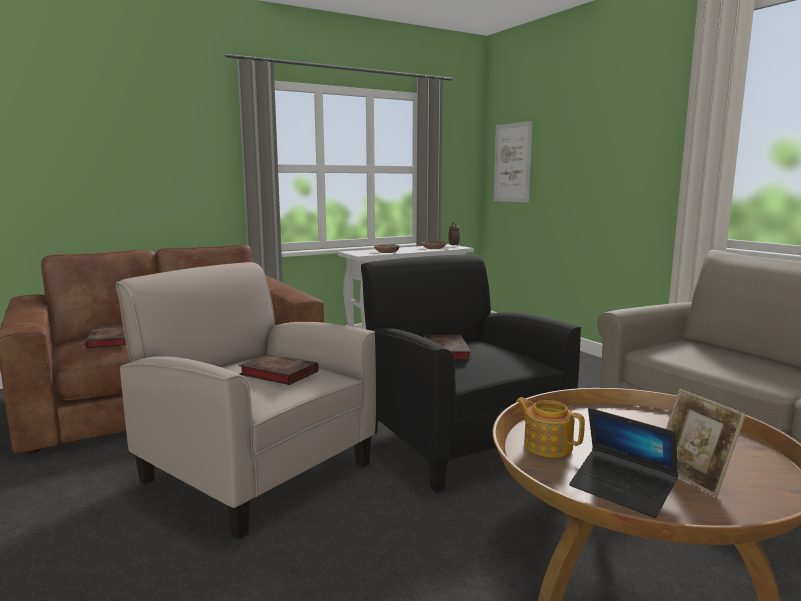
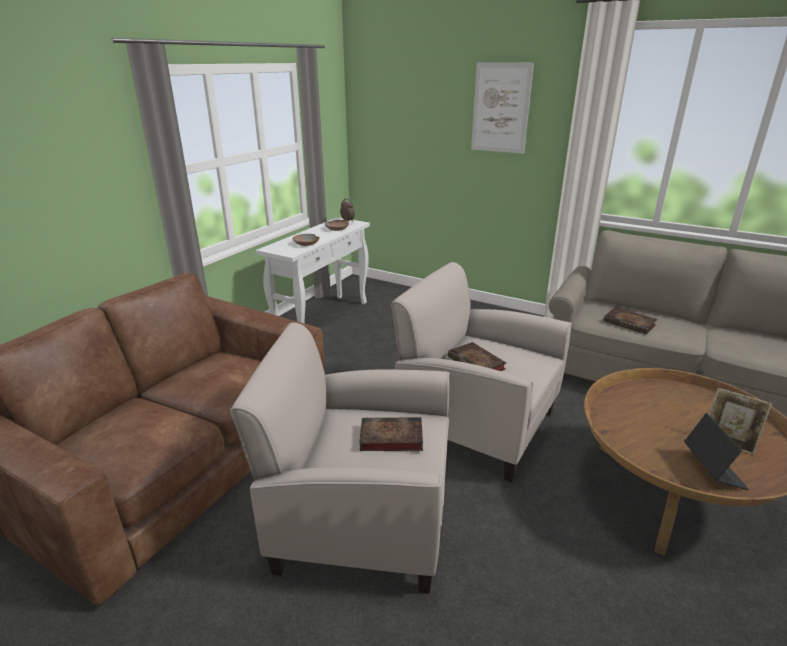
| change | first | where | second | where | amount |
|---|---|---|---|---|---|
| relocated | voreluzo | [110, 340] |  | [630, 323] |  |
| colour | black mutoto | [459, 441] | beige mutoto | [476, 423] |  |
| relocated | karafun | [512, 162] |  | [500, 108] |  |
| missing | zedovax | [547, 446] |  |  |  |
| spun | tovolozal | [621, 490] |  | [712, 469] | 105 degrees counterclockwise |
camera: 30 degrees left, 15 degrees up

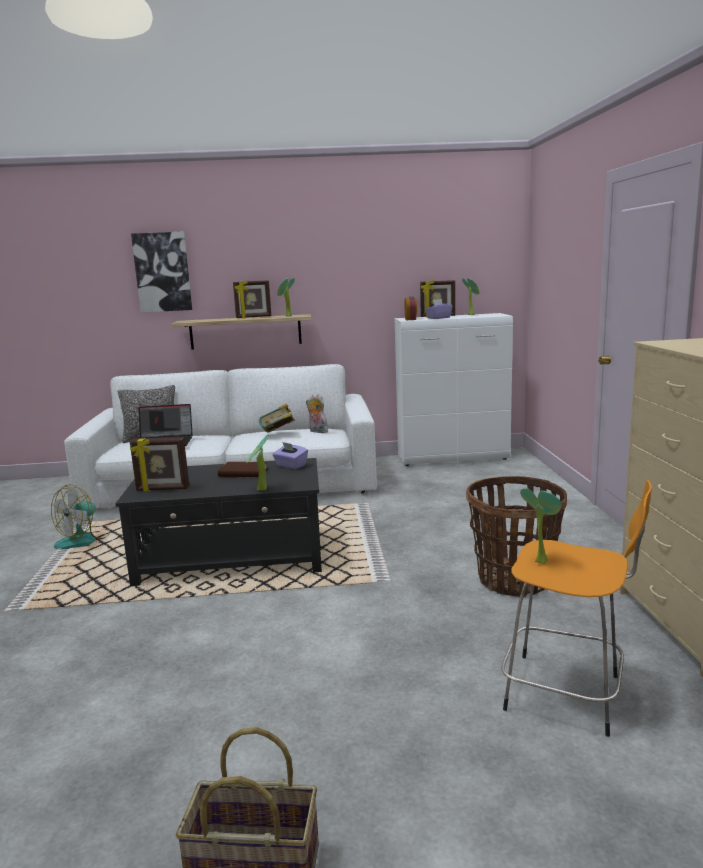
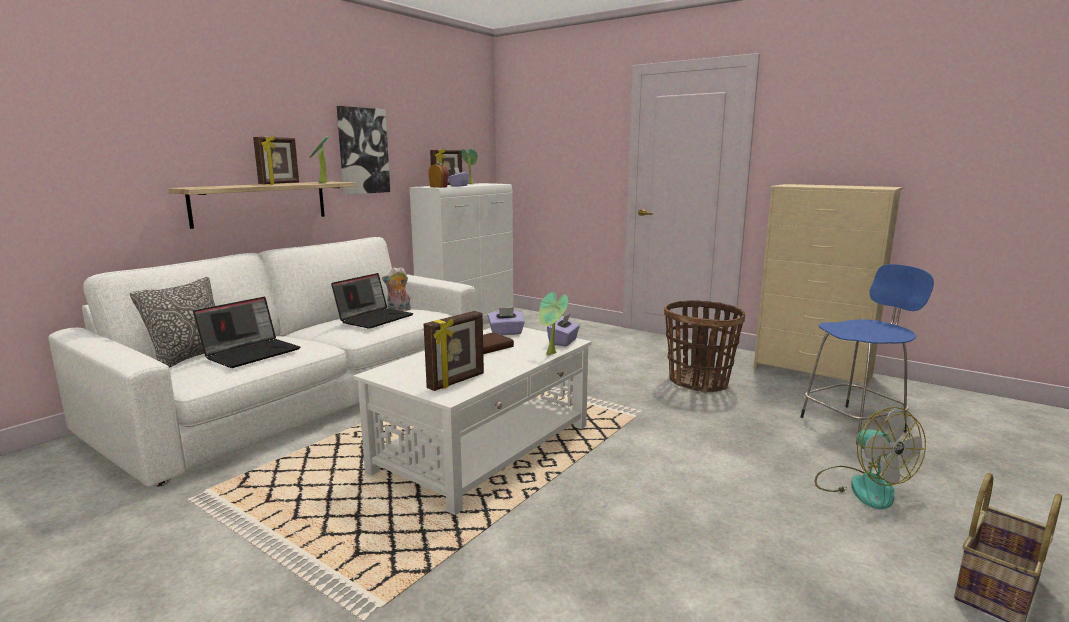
| change | first | where | second | where | amount |
|---|---|---|---|---|---|
| relocated | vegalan | [84, 540] |  | [861, 486] |  |
| colour | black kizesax | [233, 557] | white kizesax | [485, 448] |  |
| relocated | karafun | [162, 272] |  | [363, 151] |  |
| exchanged | voreluzo | [278, 434] | tovolozal | [375, 318] |  |
| colour | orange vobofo | [567, 694] | blue vobofo | [854, 423] |  |
| missing | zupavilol | [540, 560] |  |  |  |
| appeared |  |  | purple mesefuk | [563, 342] |  |
camera: 50 degrees left, 0 degrees up

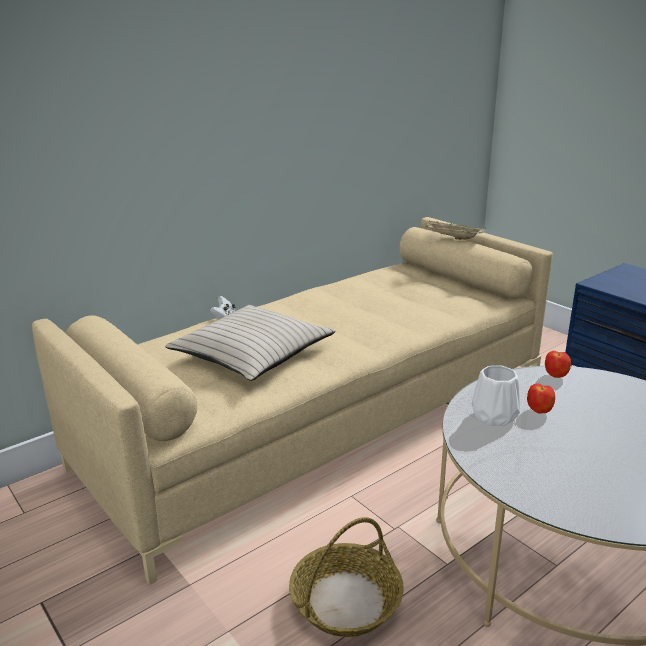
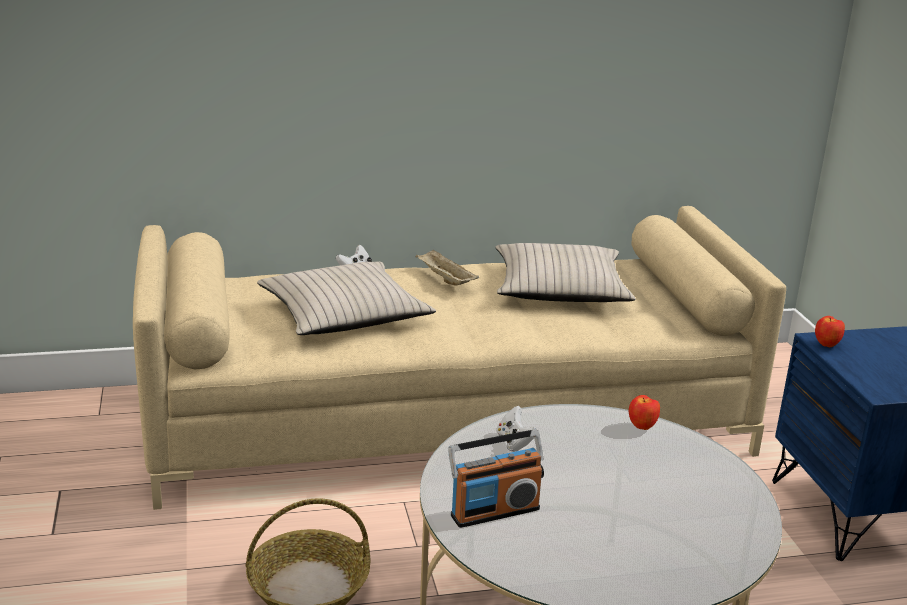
| change | first | where | second | where | amount |
|---|---|---|---|---|---|
| relocated | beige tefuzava | [452, 238] |  | [445, 279] |  |
| exchanged | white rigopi | [493, 416] | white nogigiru | [514, 442] |  |
| relocated | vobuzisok | [539, 411] |  | [827, 345] |  |
| appeared |  |  | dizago | [494, 511] |  |
| appeared |  |  | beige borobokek | [559, 289] |  |
camera: 25 degrees right, 0 degrees up

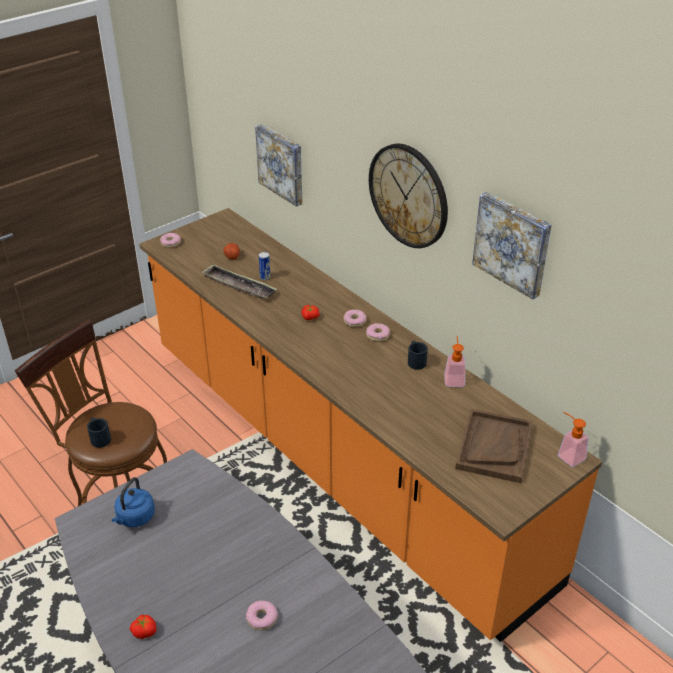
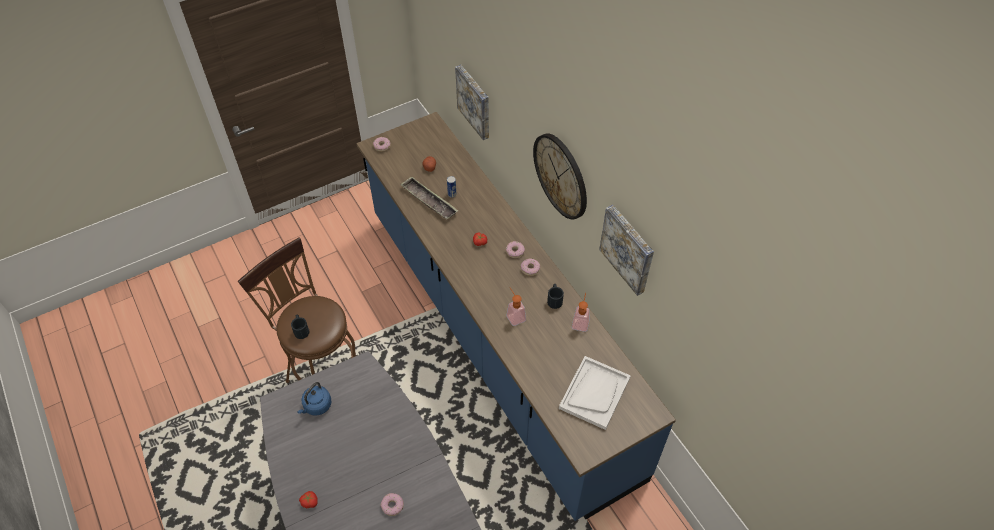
| change | first | where | second | where | amount |
|---|---|---|---|---|---|
| colour | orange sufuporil | [336, 457] | blue sufuporil | [497, 338] |  |
| colour | brown tefuzava | [494, 447] | white tefuzava | [594, 393] |  |
| relocated | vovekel | [567, 455] |  | [514, 315] |  |
camera: 10 degrees right, 15 degrees up

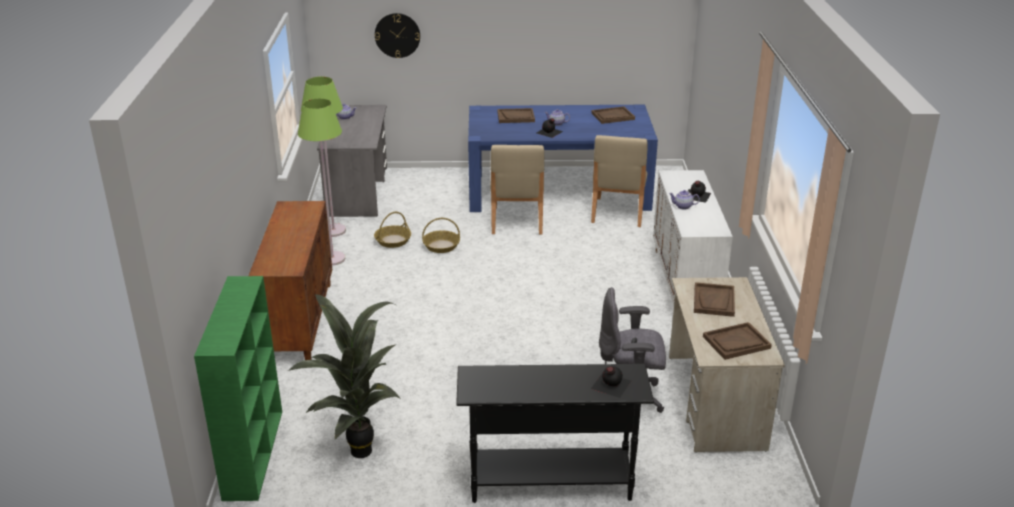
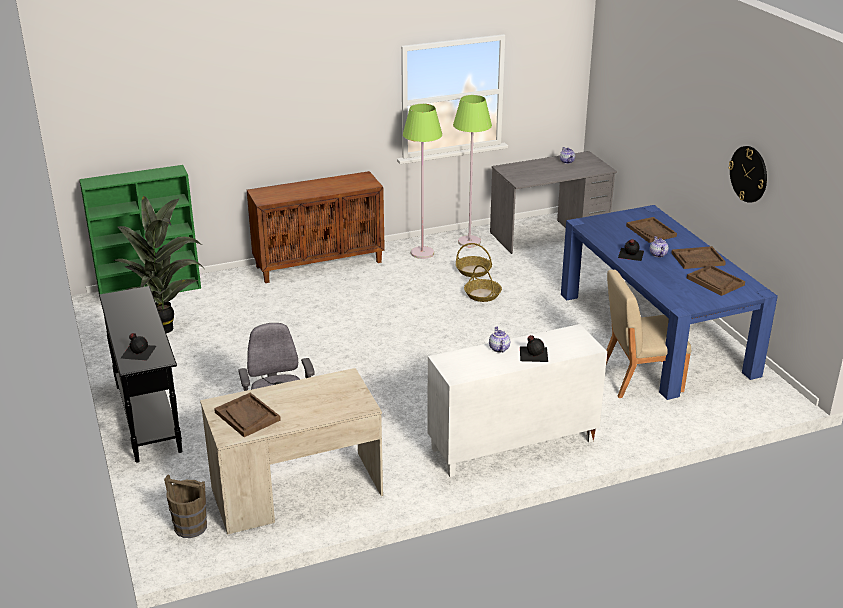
| change | first | where | second | where | amount |
|---|---|---|---|---|---|
| relocated | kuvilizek | [397, 35] |  | [749, 174] |  |
| missing | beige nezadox | [516, 221] |  |  |  |
| relocated | brown tefuzava | [714, 301] |  | [697, 259] |  |
| appeared |  |  | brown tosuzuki | [190, 527] |  |
camera: 70 degrees right, 0 degrees up

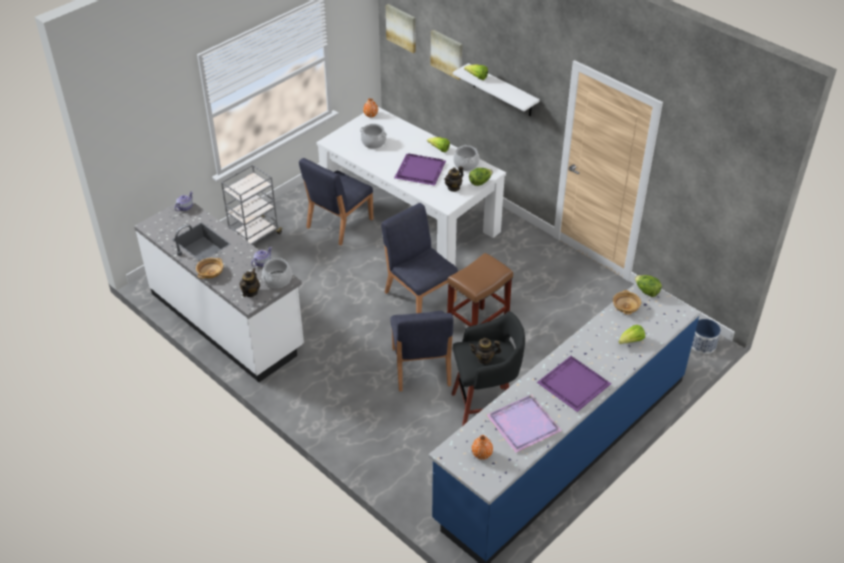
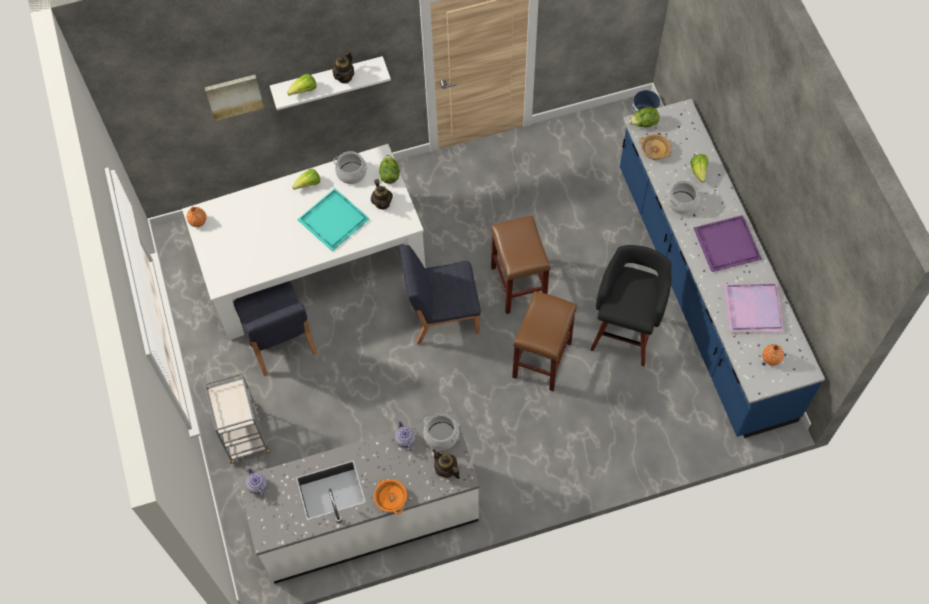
| change | first | where | second | where | amount |
|---|---|---|---|---|---|
| colour | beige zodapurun | [210, 273] | orange zodapurun | [390, 498] |  |
| relocated | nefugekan | [373, 142] |  | [681, 202] |  |
| missing | karafun | [401, 27] |  |  |  |
| exchanged | blue nezadox | [420, 367] | brown vobofo | [542, 361] |  |
| colour | purple tefuzava | [419, 170] | turquoise tefuzava | [332, 220] |  |
| relocated | zedovax | [484, 358] |  | [344, 77] |  |
camera: 60 degrees left, 20 degrees up

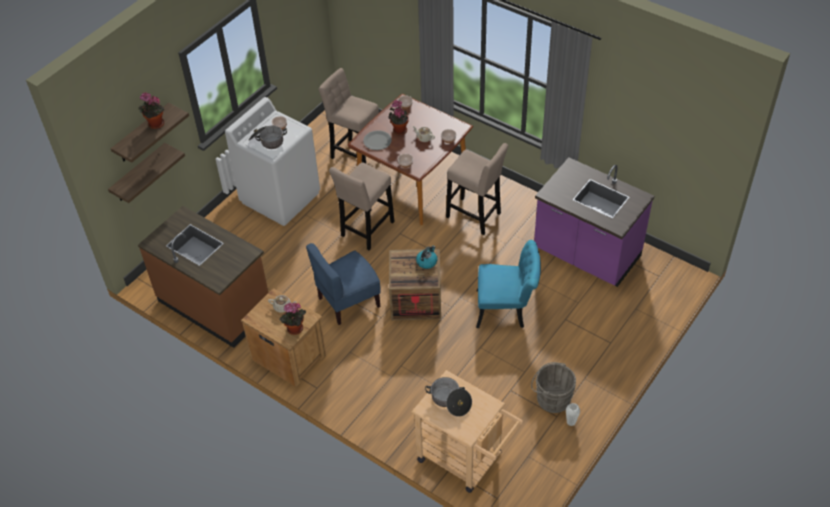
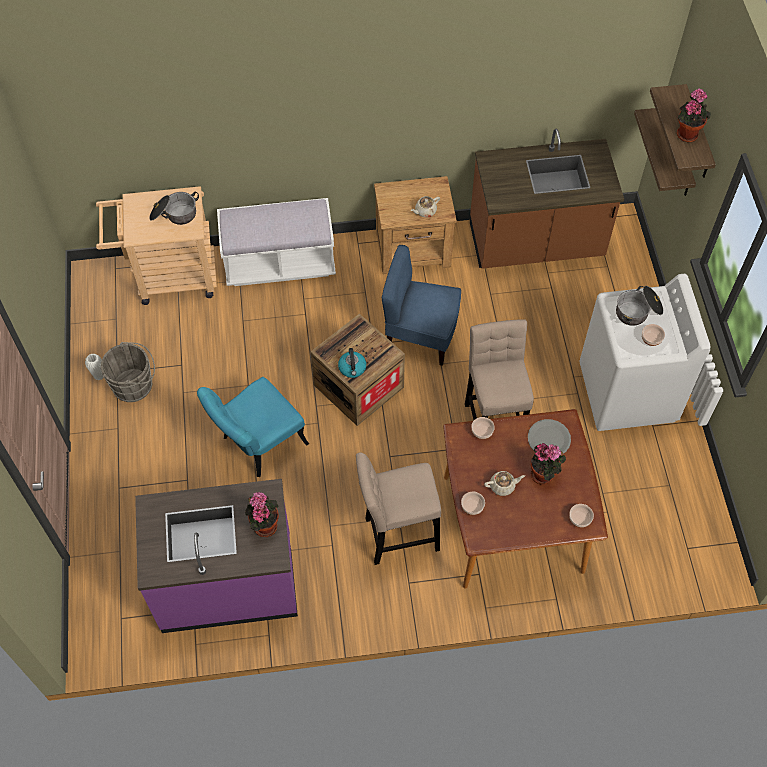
| change | first | where | second | where | amount |
|---|---|---|---|---|---|
| relocated | zupavilol | [294, 330] |  | [264, 525] |  |
| spun | blue nezadox | [348, 302] |  | [420, 335] | 90 degrees counterclockwise |
| missing | beige vobofo | [354, 155] |  |  |  |
| appeared |  |  | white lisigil | [279, 263] |  |
camera: 135 degrees right, 10 degrees up

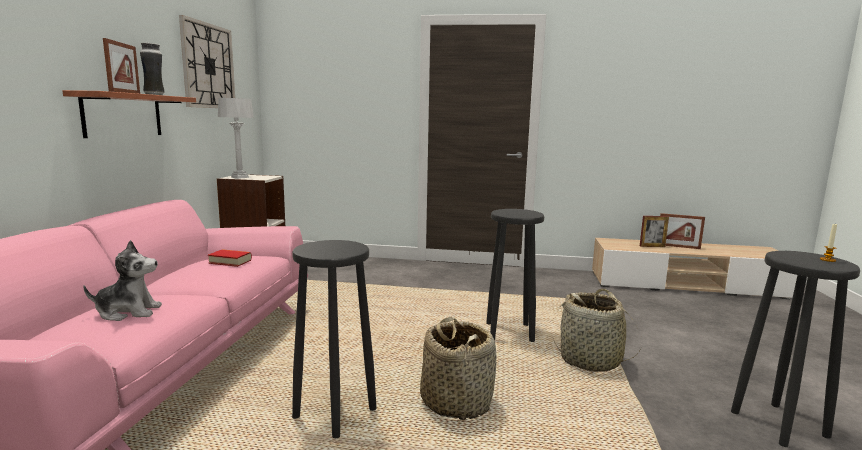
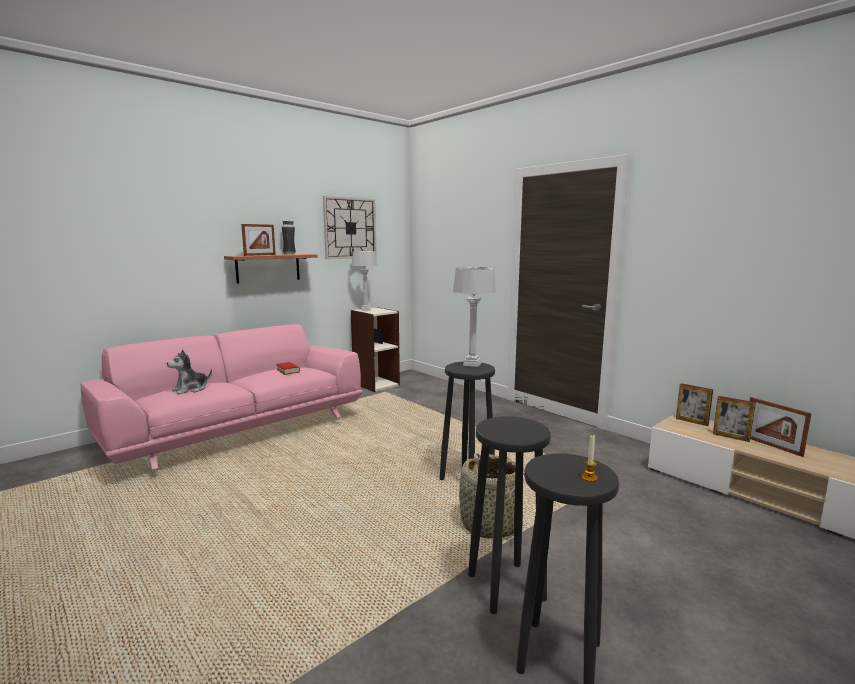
| change | first | where | second | where | amount |
|---|---|---|---|---|---|
| spun | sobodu | [128, 312] |  | [191, 389] | 105 degrees clockwise |
| relocated | black vobofo | [334, 413] |  | [505, 585] |  |
| missing | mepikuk | [456, 401] |  |  |  |
| appeared |  |  | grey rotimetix | [472, 364] |  |
| appeared |  |  | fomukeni | [691, 421] |  |
camera: 40 degrees right, 0 degrees up

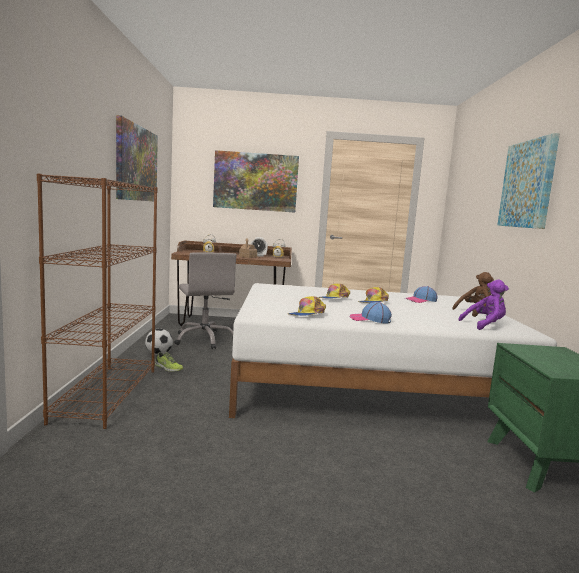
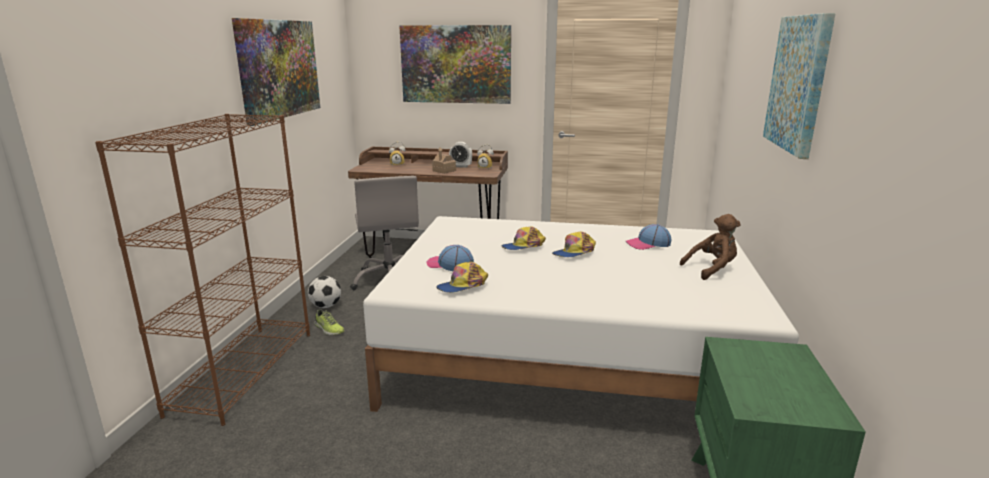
| change | first | where | second | where | amount |
|---|---|---|---|---|---|
| relocated | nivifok | [370, 319] |  | [450, 265] |  |
| missing | purple sobodu | [485, 325] |  |  |  |
camera: 10 degrees right, 10 degrees up

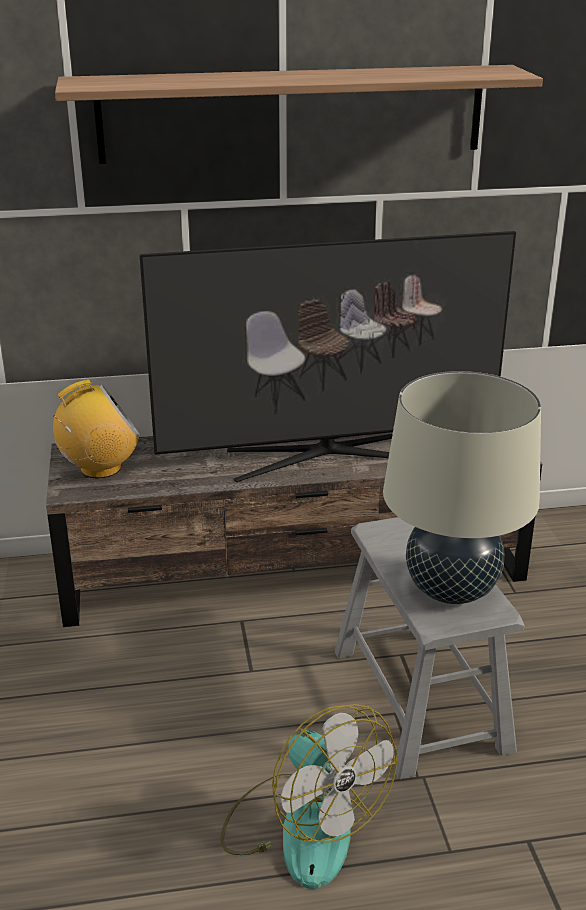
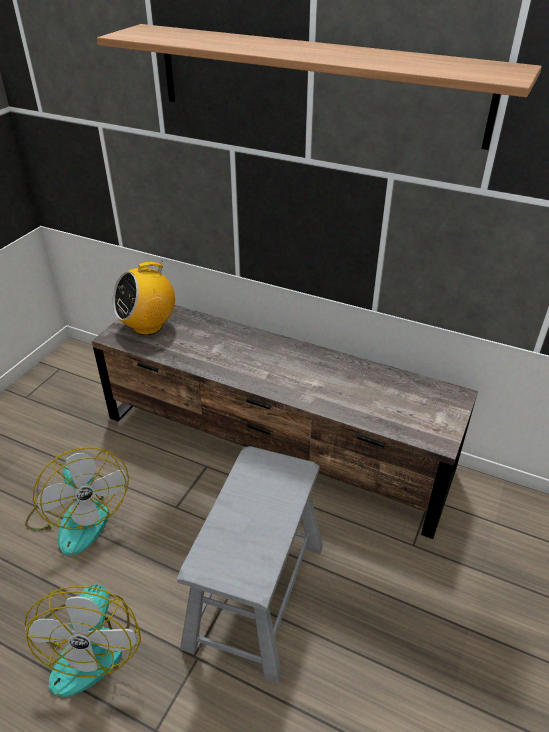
| change | first | where | second | where | amount |
|---|---|---|---|---|---|
| spun | dizago | [100, 468] |  | [148, 326] | 135 degrees clockwise |
| missing | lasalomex | [327, 455] |  |  |  |
| missing | beige rotimetix | [451, 589] |  |  |  |
| appeared |  |  | vegalan | [79, 516] |  |
camera: 35 degrees right, 10 degrees up

